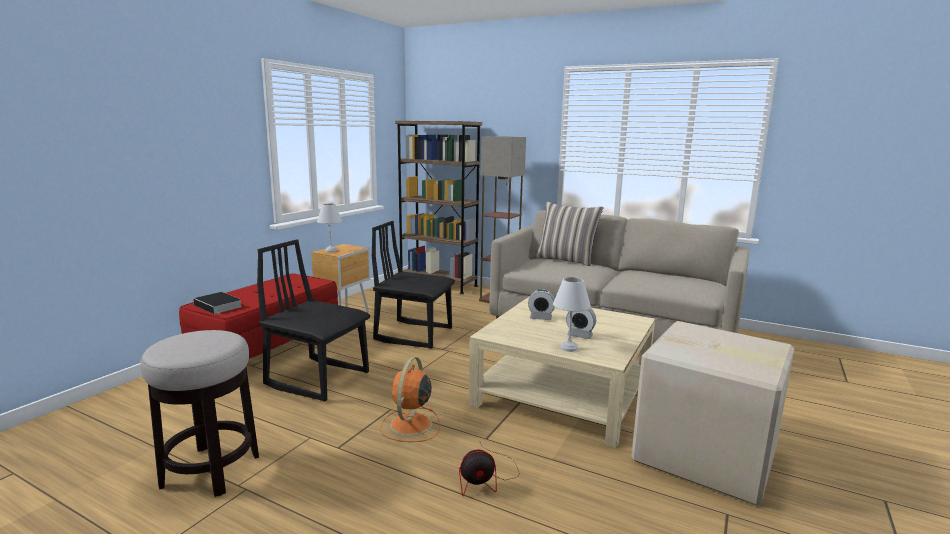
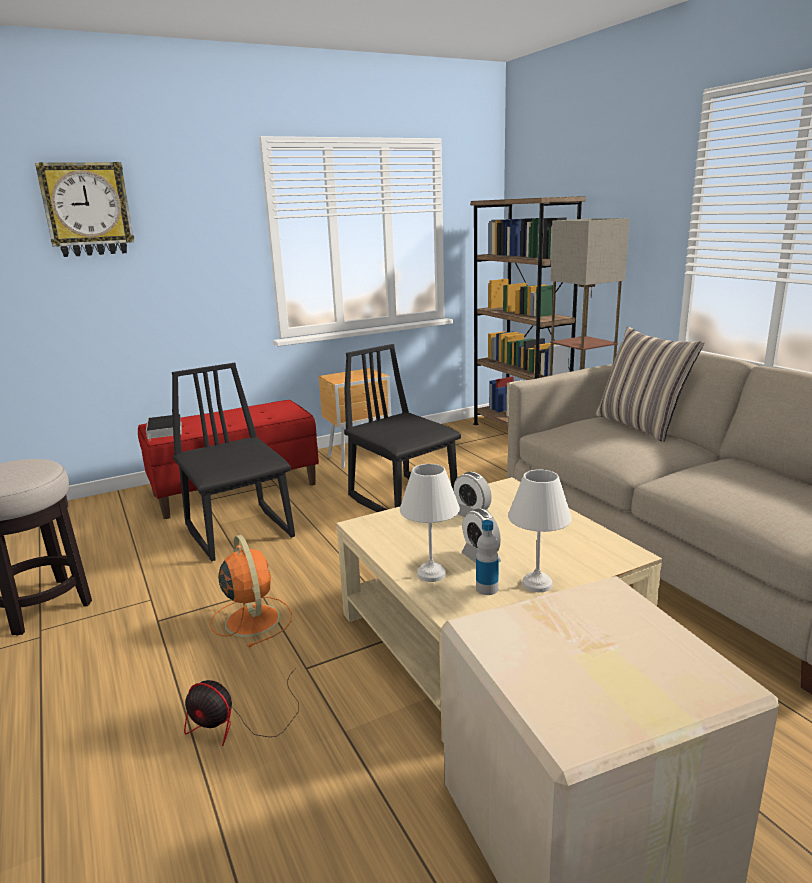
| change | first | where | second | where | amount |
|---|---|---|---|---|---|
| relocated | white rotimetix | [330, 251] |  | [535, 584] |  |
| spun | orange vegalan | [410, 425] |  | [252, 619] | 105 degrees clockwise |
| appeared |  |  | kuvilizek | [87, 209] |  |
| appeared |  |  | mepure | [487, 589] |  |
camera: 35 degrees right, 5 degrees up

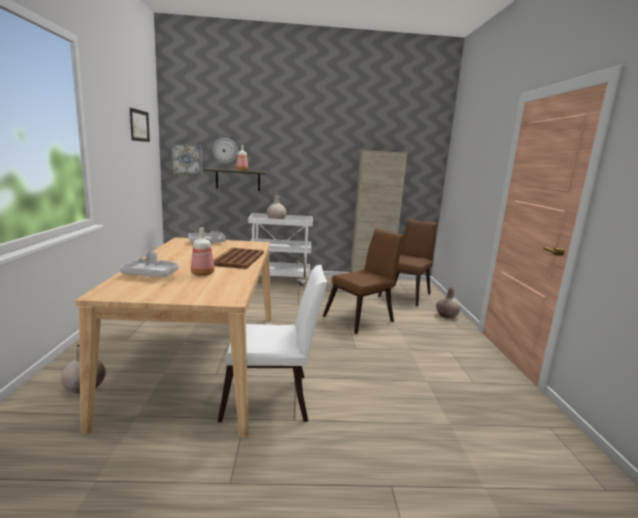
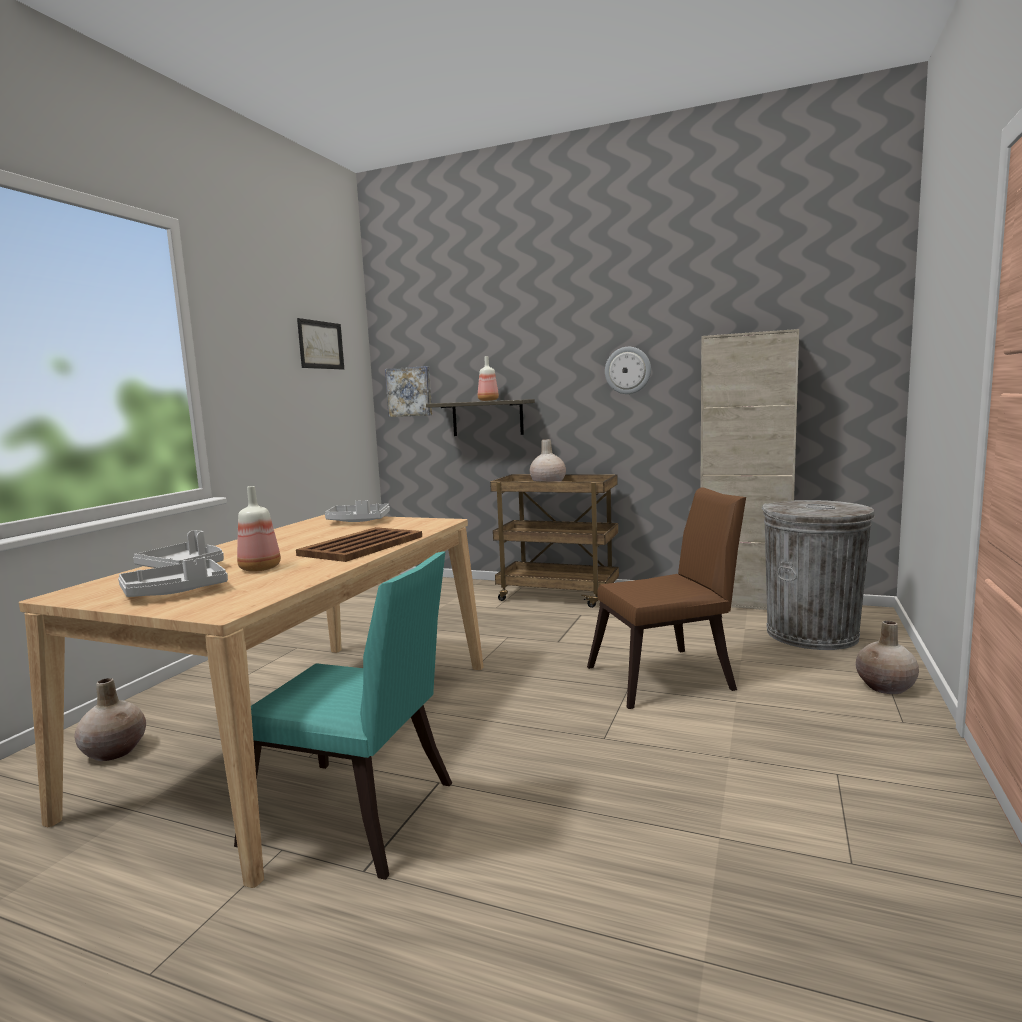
| change | first | where | second | where | amount |
|---|---|---|---|---|---|
| relocated | kuvilizek | [225, 151] |  | [628, 370] |  |
| colour | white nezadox | [272, 399] | turquoise nezadox | [360, 819] |  |
| colour | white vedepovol | [279, 279] | brown vedepovol | [559, 595] |  |
| exchanged | brown nezadox | [406, 294] | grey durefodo | [812, 634] |  |
| appeared |  |  | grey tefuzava | [176, 592] |  |
camera: 25 degrees right, 5 degrees down

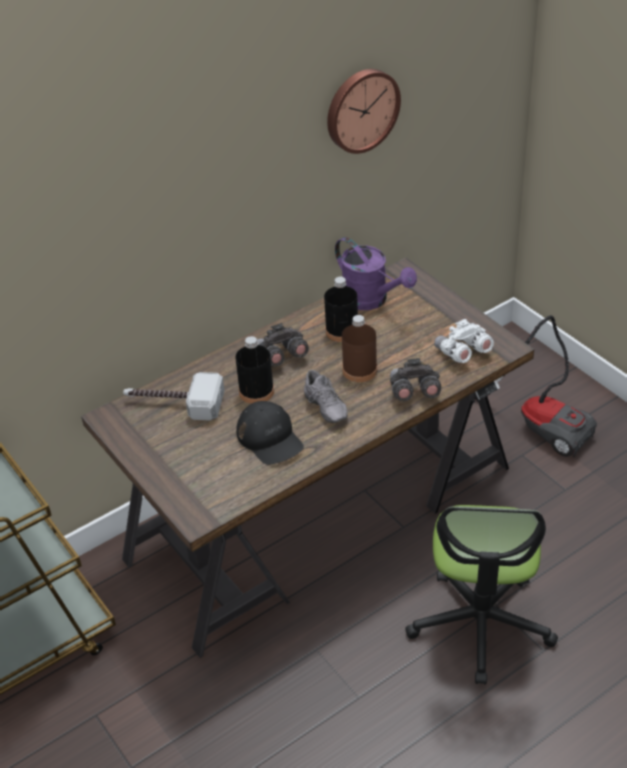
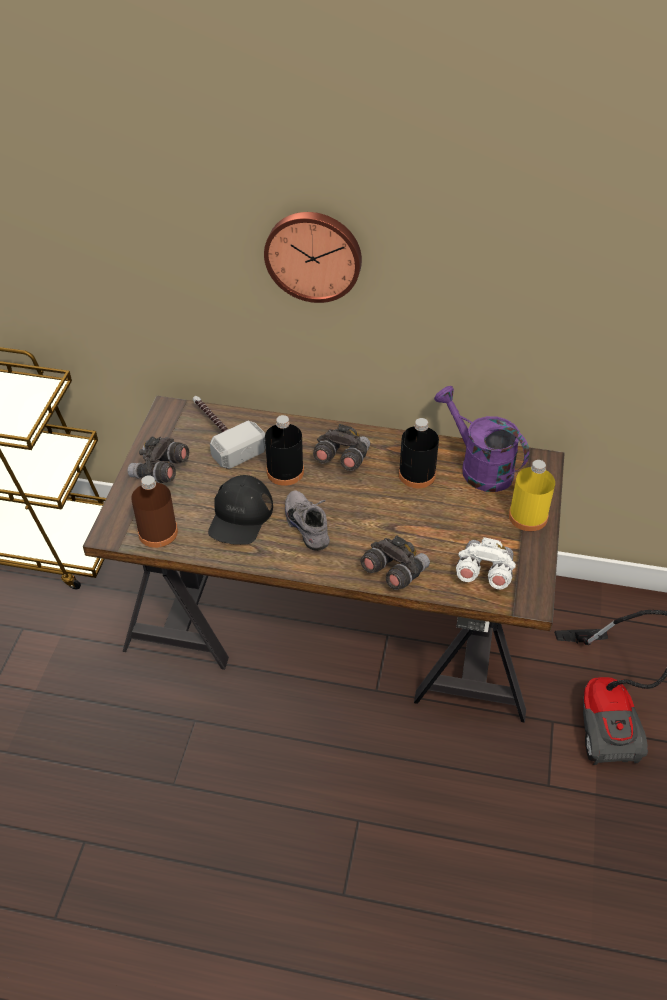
| change | first | where | second | where | amount |
|---|---|---|---|---|---|
| spun | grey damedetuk | [323, 409] |  | [309, 526] | 135 degrees clockwise |
| relocated | kuvilizek | [361, 109] |  | [314, 255] |  |
| spun | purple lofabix | [371, 300] |  | [479, 467] | 135 degrees clockwise |
| relocated | brown mepure | [359, 370] |  | [158, 532] |  |
| missing | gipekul | [481, 623] |  |  |  |
| appeared |  |  | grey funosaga | [160, 472] |  |
| appeared |  |  | yellow mepure | [528, 516] |  |
camera: 45 degrees right, 5 degrees up

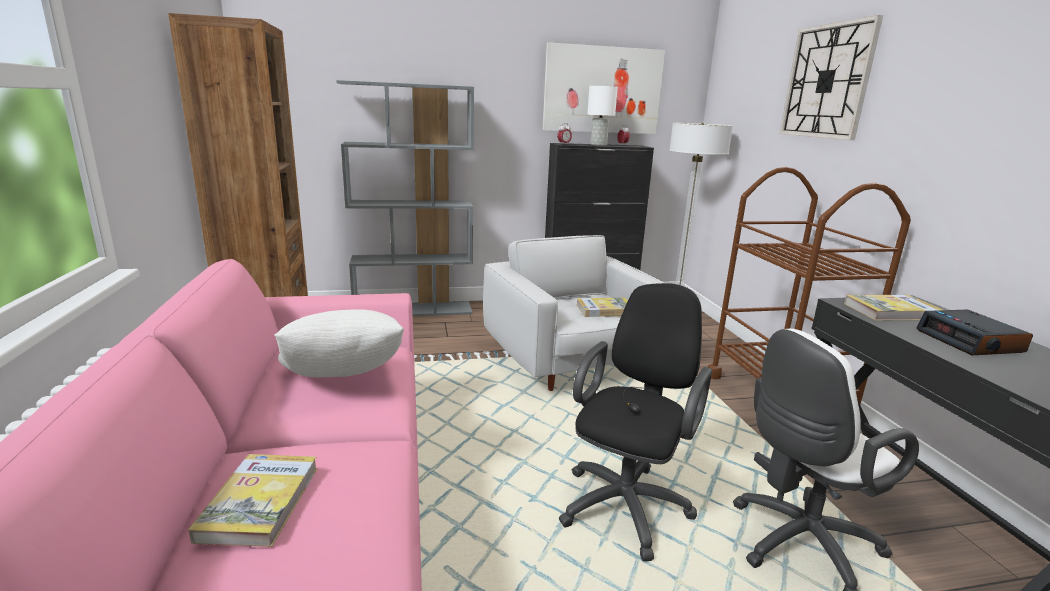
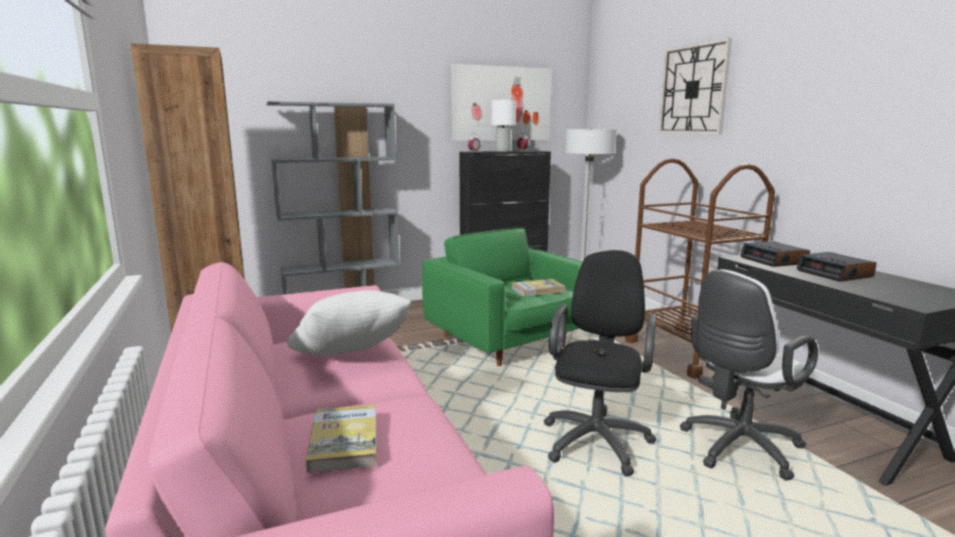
| change | first | where | second | where | amount |
|---|---|---|---|---|---|
| colour | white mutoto | [569, 362] | green mutoto | [506, 343] |  |
| exchanged | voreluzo | [891, 311] | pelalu | [774, 260] |  |
camera: 10 degrees left, 5 degrees down

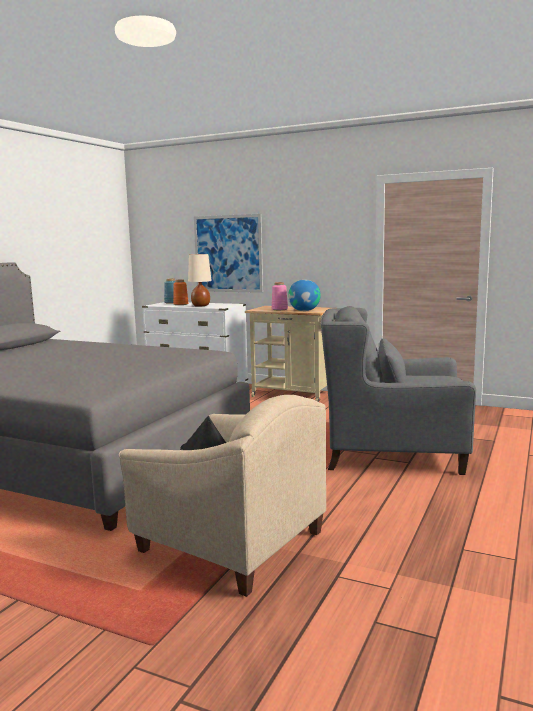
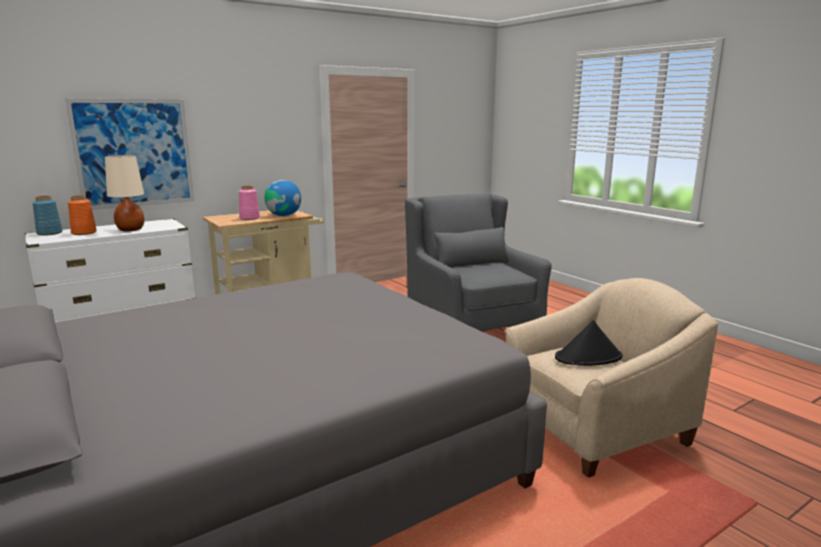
| change | first | where | second | where | amount |
|---|---|---|---|---|---|
| spun | grey mutoto | [393, 452] |  | [471, 325] | 120 degrees clockwise |
camera: 60 degrees left, 5 degrees up

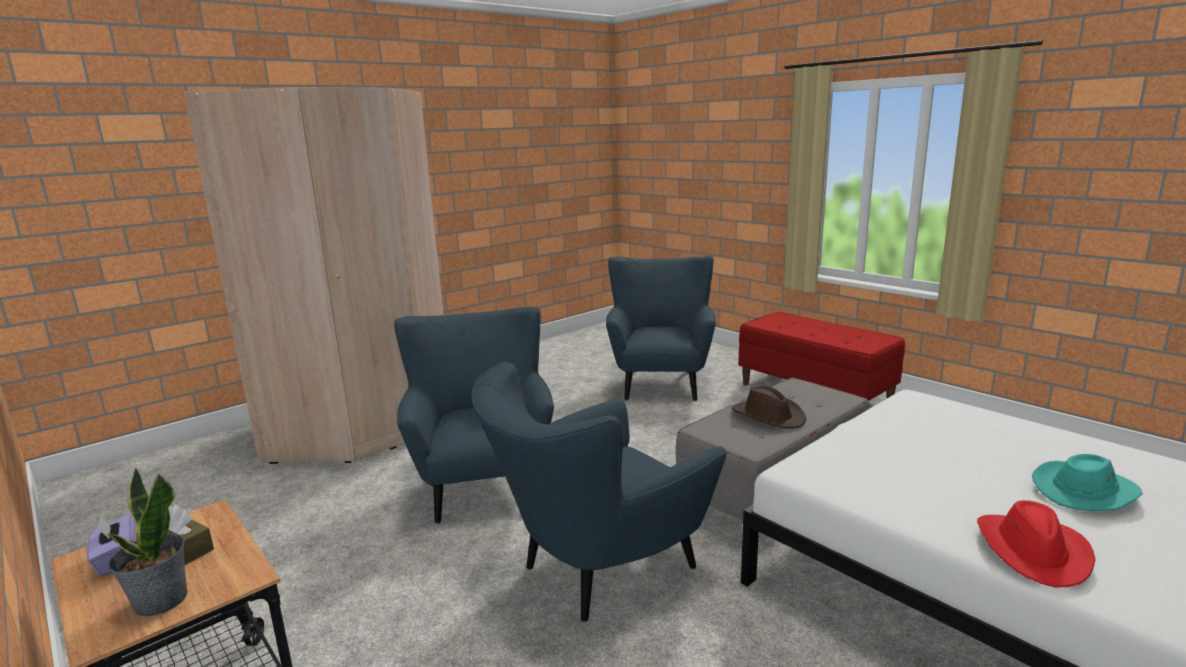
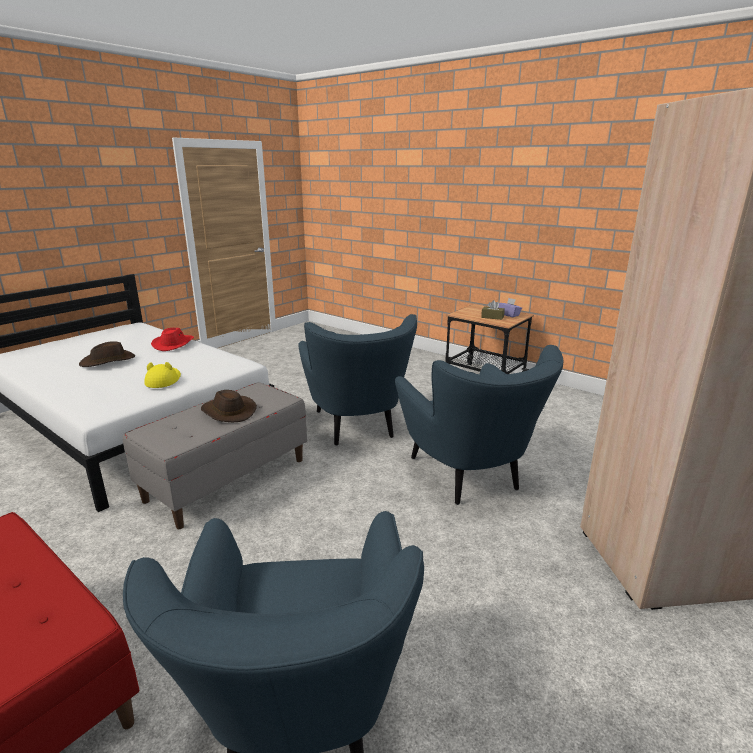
| change | first | where | second | where | amount |
|---|---|---|---|---|---|
| missing | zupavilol | [160, 601] |  |  |  |
| spun | blue mutoto | [597, 571] |  | [357, 427] | 120 degrees clockwise |
| colour | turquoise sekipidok | [1085, 491] | brown sekipidok | [108, 361] |  |
| appeared |  |  | yellow sekipidok | [163, 380] |  |
camera: 170 degrees right, 5 degrees up

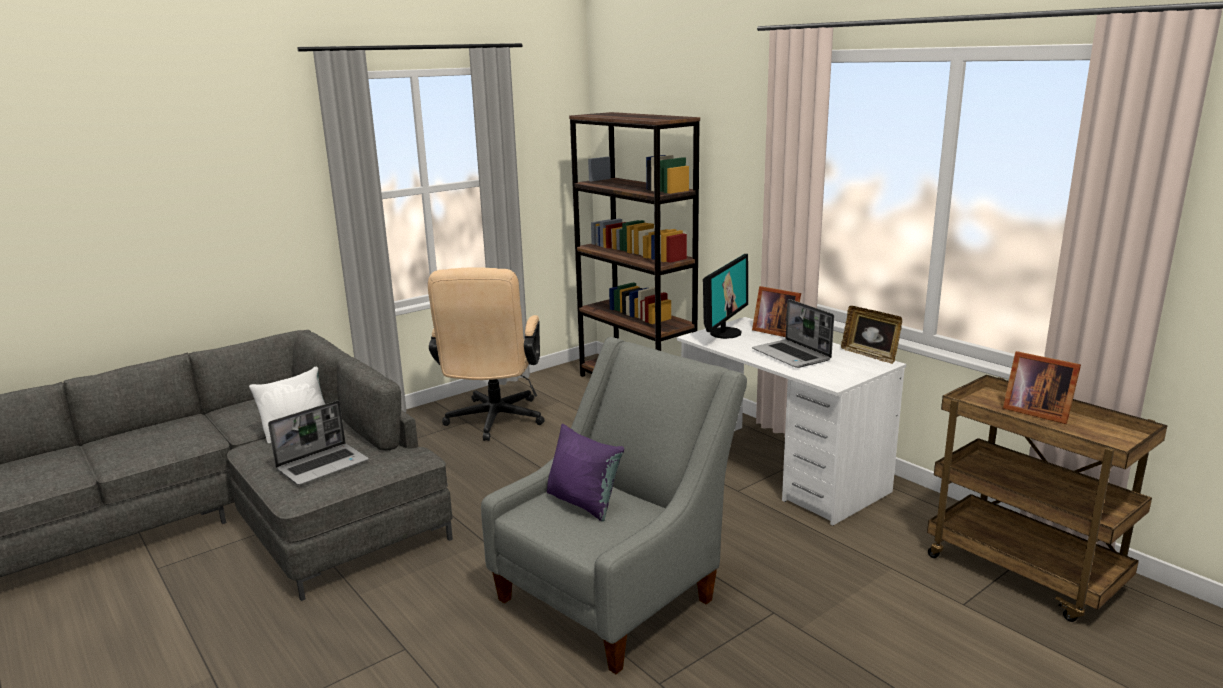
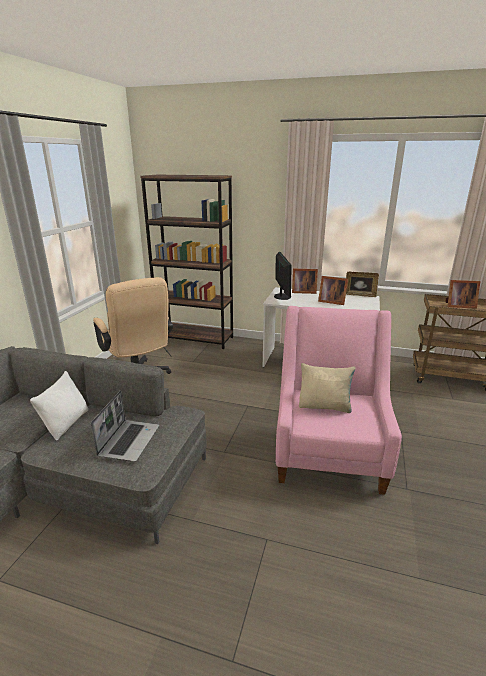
| change | first | where | second | where | amount |
|---|---|---|---|---|---|
| colour | grey mutoto | [616, 592] | pink mutoto | [328, 451] |  |
| colour | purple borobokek | [583, 502] | beige borobokek | [324, 406] |  |
| exchanged | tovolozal | [792, 355] | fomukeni | [331, 301] |  |
camera: 35 degrees left, 5 degrees up

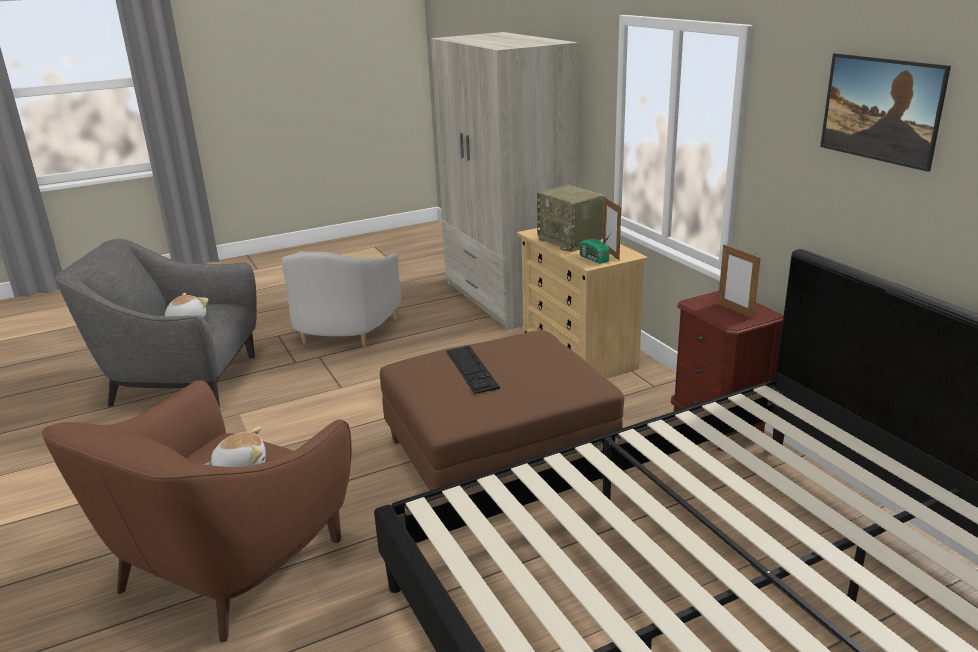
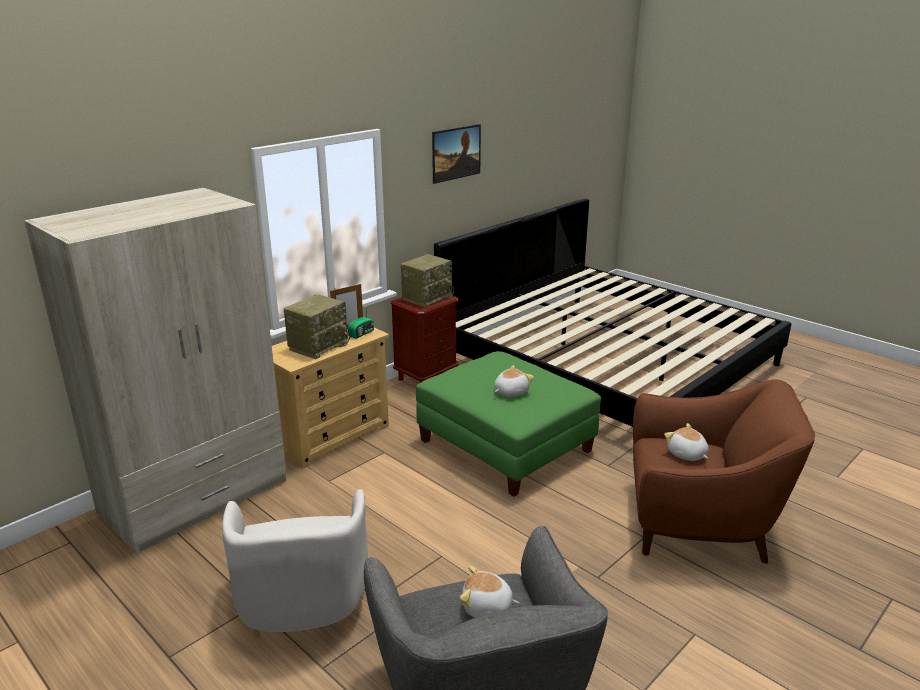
| change | first | where | second | where | amount |
|---|---|---|---|---|---|
| spun | white mutoto | [344, 331] |  | [302, 602] | 90 degrees clockwise |
| colour | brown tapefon | [499, 454] | green tapefon | [505, 445] |  |
| exchanged | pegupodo | [471, 369] | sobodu | [510, 392] |  |
| exchanged | fomukeni | [735, 310] | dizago | [427, 297] |  |
camera: 110 degrees left, 0 degrees up

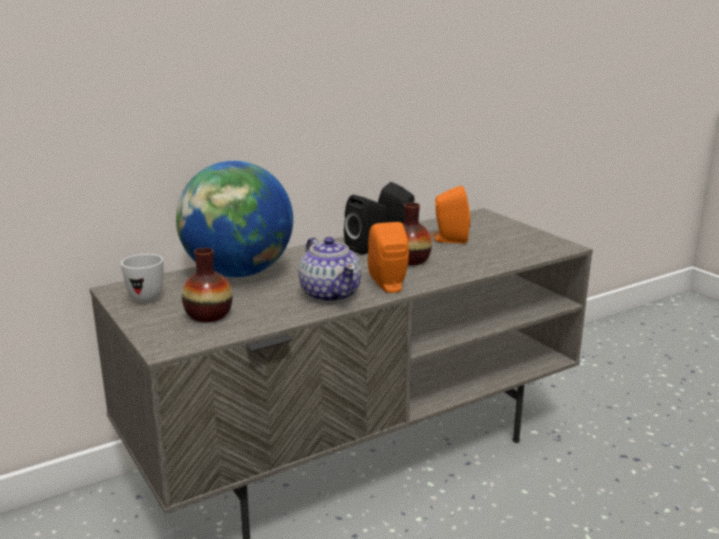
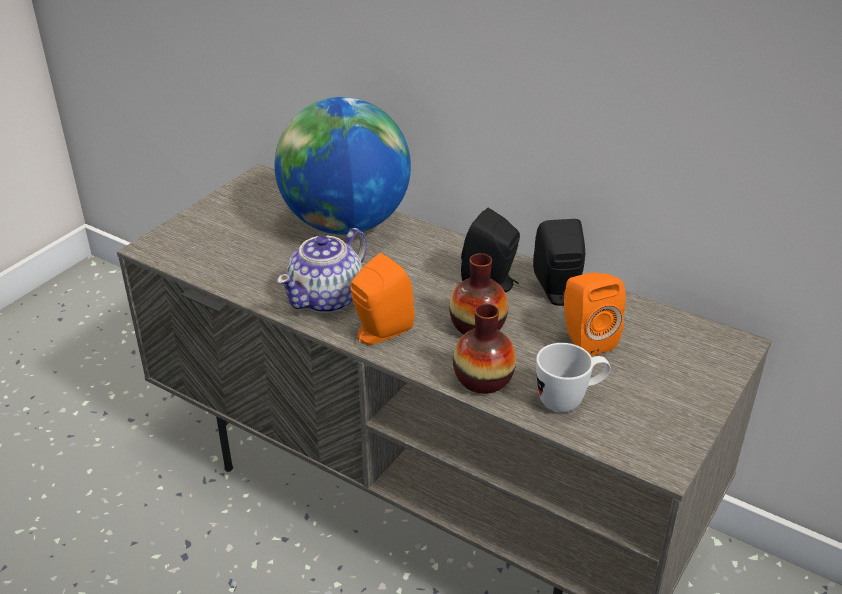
| change | first | where | second | where | amount |
|---|---|---|---|---|---|
| relocated | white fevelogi | [149, 295] |  | [570, 400] |  |
| relocated | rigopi | [208, 315] |  | [483, 379] |  |
camera: 65 degrees right, 15 degrees up

